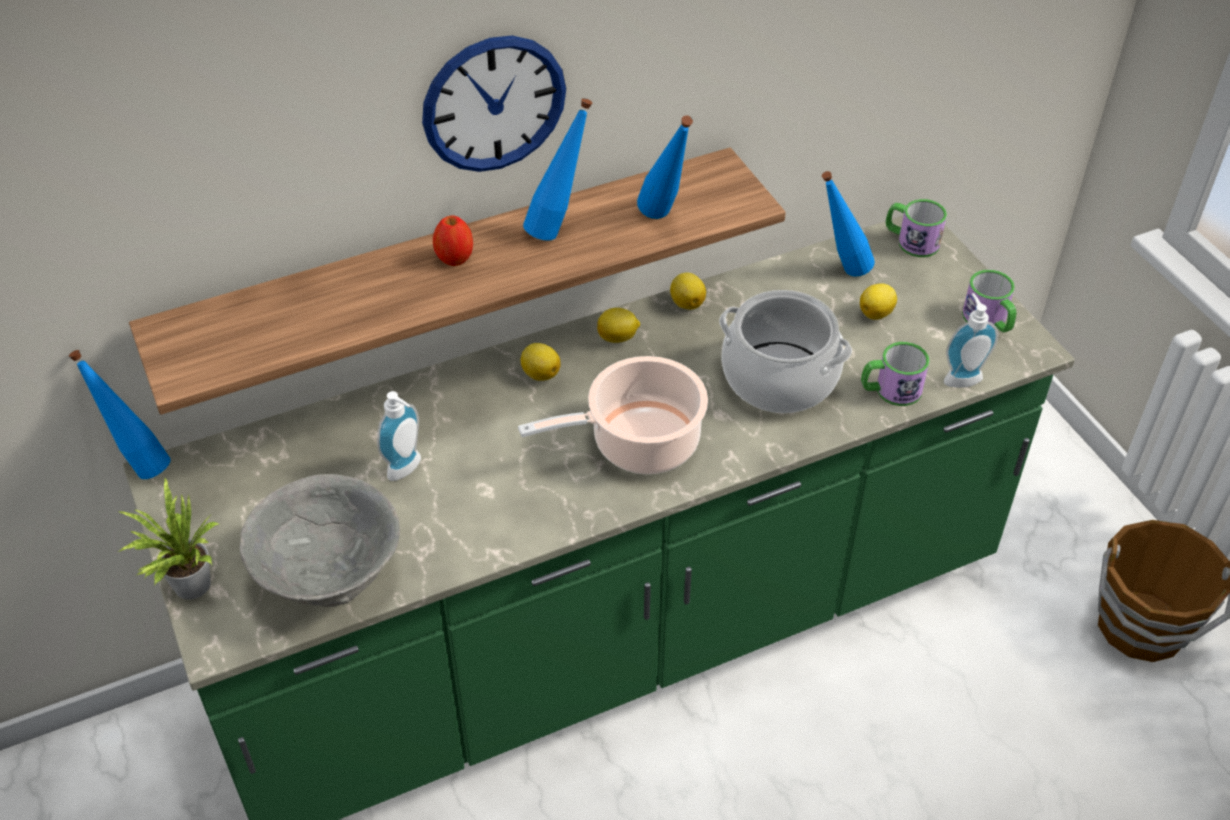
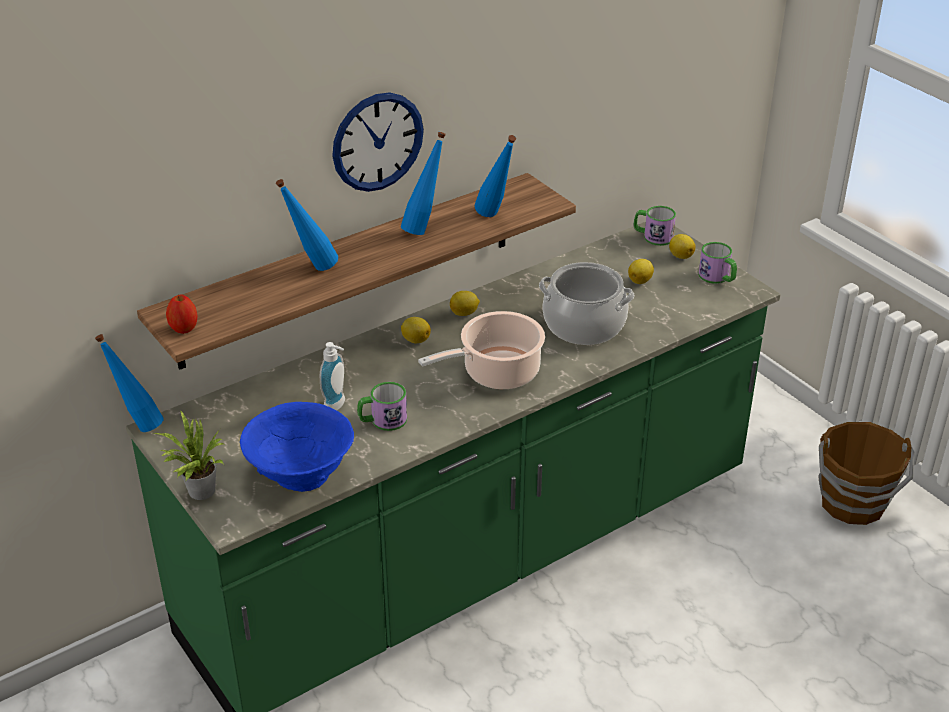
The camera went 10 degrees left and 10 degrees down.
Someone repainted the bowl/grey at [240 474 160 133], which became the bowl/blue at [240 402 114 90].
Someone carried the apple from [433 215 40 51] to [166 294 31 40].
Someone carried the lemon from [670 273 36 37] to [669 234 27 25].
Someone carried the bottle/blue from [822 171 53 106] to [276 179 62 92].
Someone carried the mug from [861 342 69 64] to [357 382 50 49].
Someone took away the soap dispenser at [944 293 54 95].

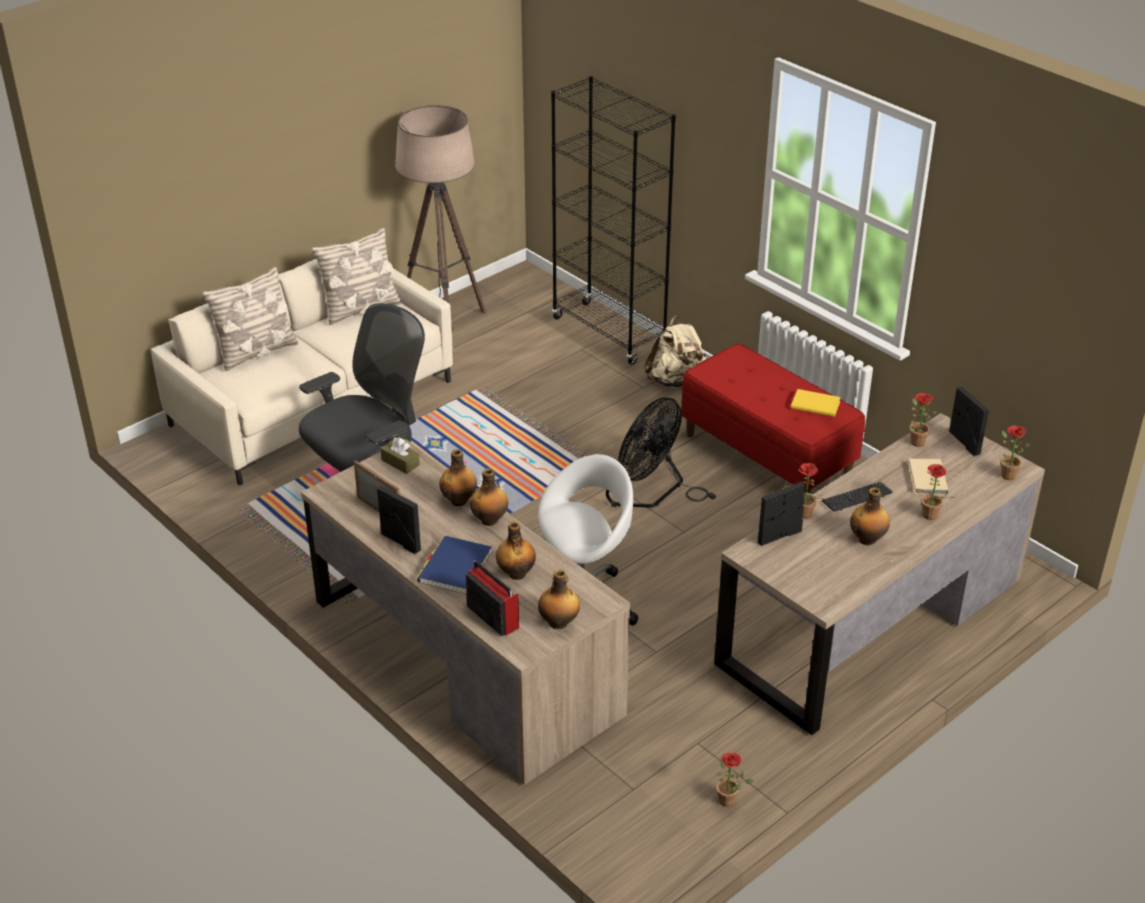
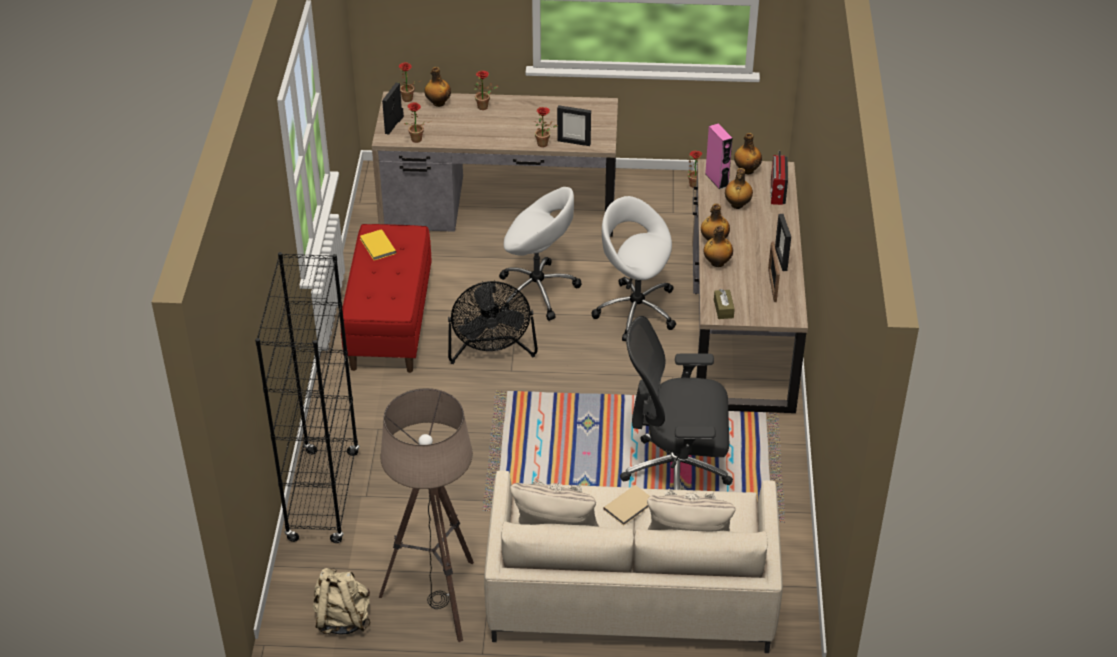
The camera went 135 degrees left and 5 degrees up.
Someone took away the book/blue at [417 536 75 59].
Someone carried the backpack/beige from [645 316 61 71] to [312 568 58 67].
Someone took away the keyboard at [822 482 71 30].
Someone carried the bottle from [850 487 40 58] to [424 67 27 40].
Someone carried the book/beige from [908 459 41 36] to [603 485 47 41].
Someone put down the office chair/white at [499 187 83 134].
Someone put down the speaker/pink at [705 123 27 66].

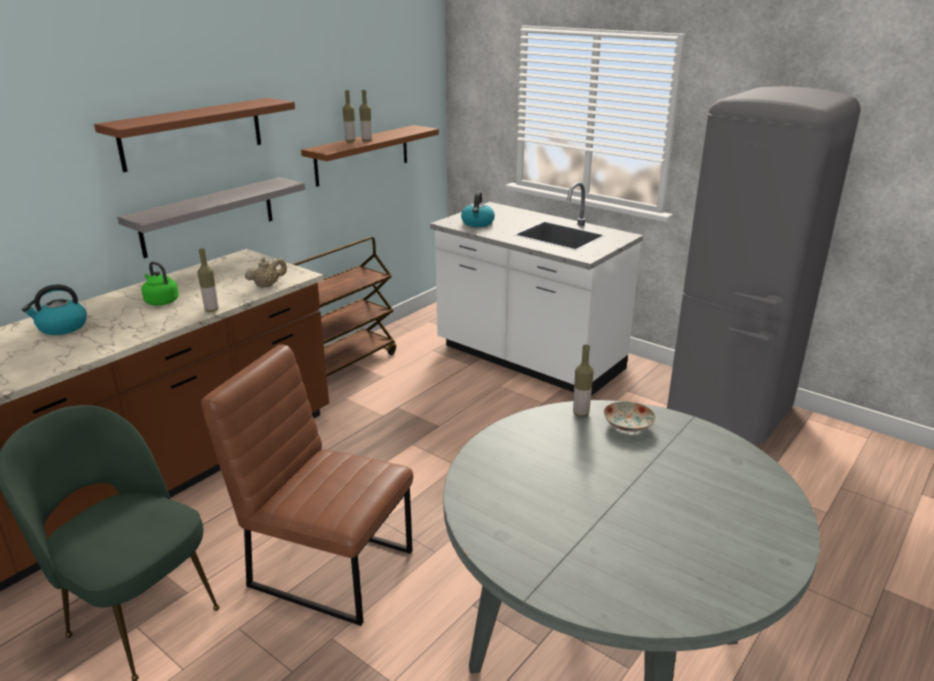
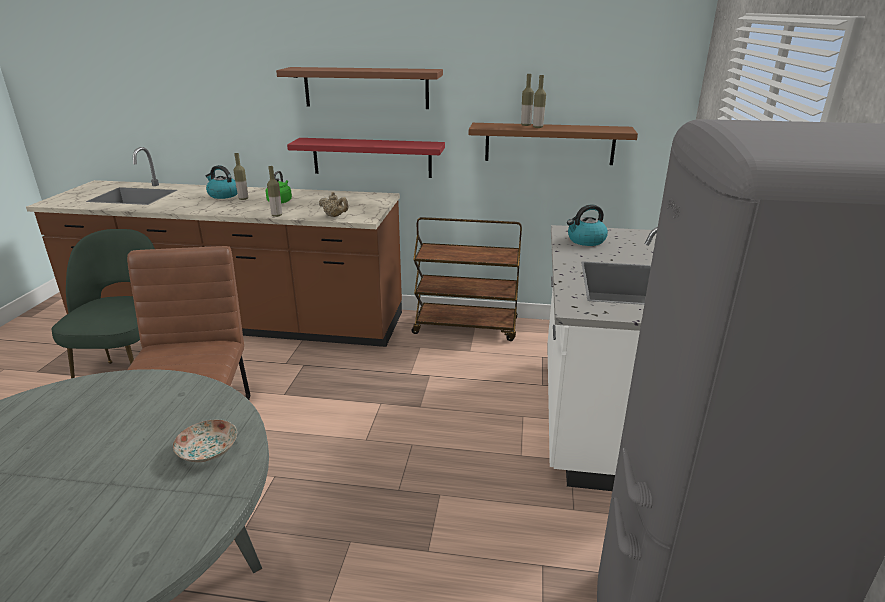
The camera went 60 degrees right and 0 degrees up.
Someone repainted the shelf/grey at [117 177 188 81], which became the shelf/red at [287 138 158 40].
Someone carried the bottle from [573 345 21 72] to [233 153 15 47].

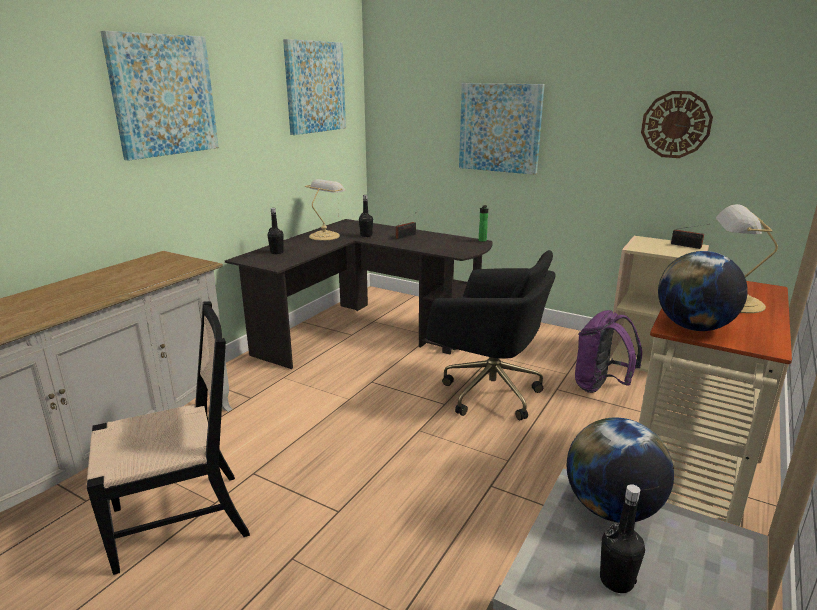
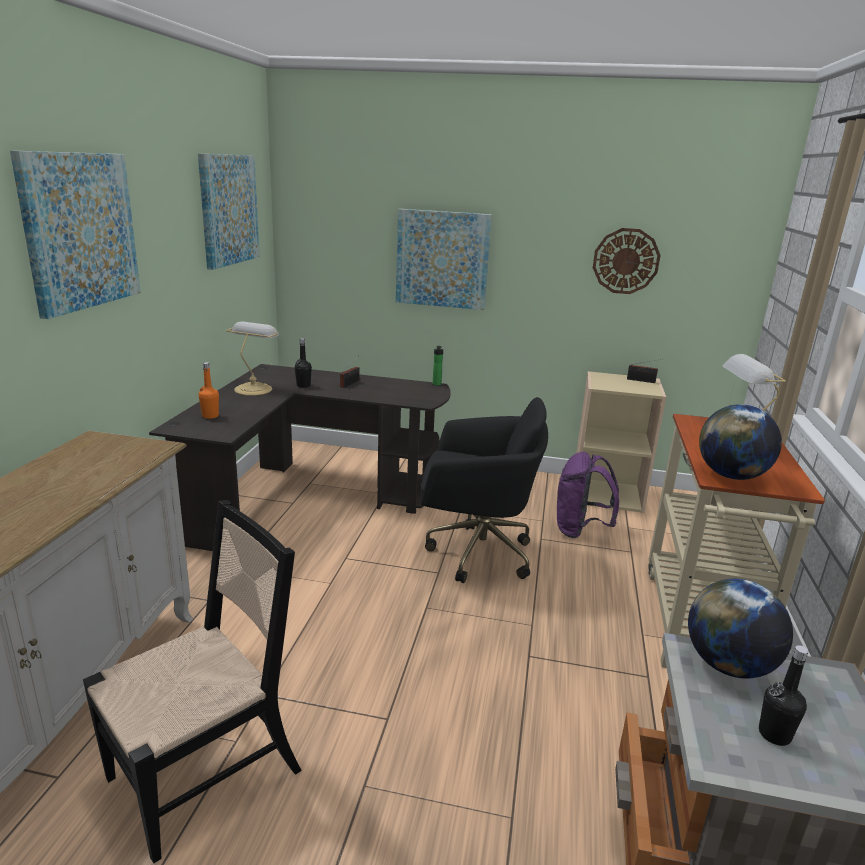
The camera went 20 degrees left and 0 degrees up.
Someone repainted the bottle/black at [267 208 17 46], which became the bottle/orange at [199 362 20 57].

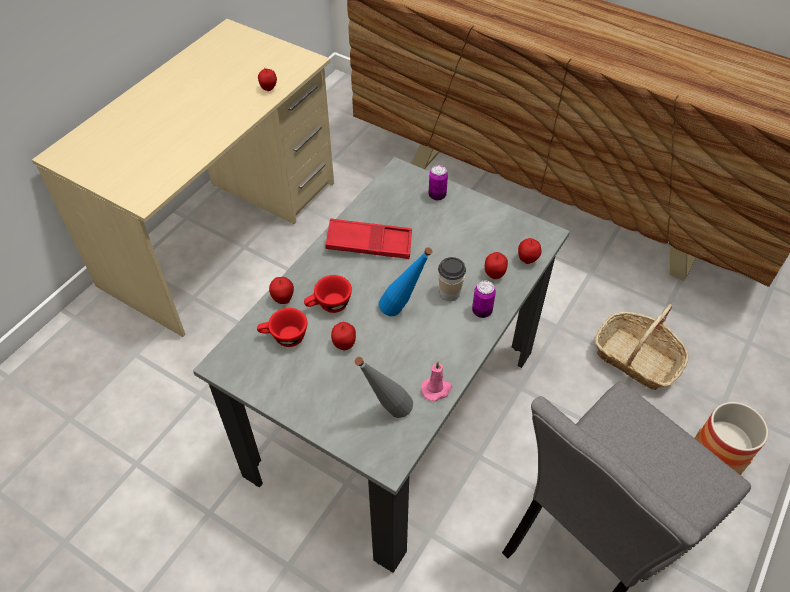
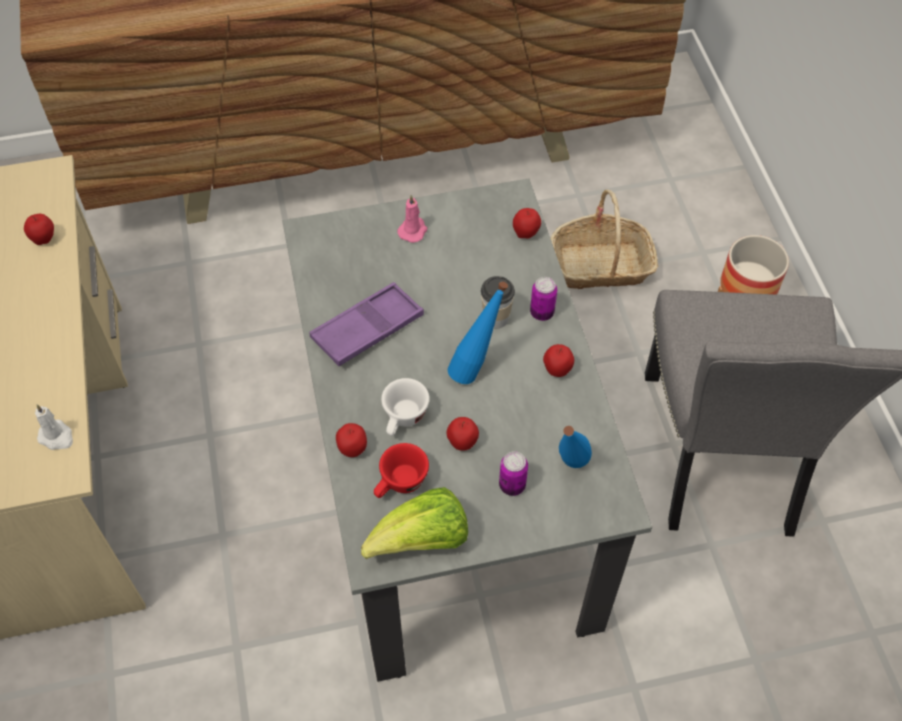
The camera went 45 degrees left and 5 degrees up.
Someone repainted the cup/red at [304 275 48 38], which became the cup/white at [381 378 48 58].
Someone repainted the tray/red at [325 218 87 41], which became the tray/purple at [309 282 115 84].
Someone repainted the bottle/grey at [355 357 58 61], which became the bottle/blue at [559 426 33 42].
Someone carried the candle/pink from [421 361 31 40] to [397 195 30 48].
Someone carried the can from [429 165 19 36] to [499 451 29 45].
Someone carried the apple from [485 252 23 27] to [543 344 31 33].
Someone put down the candle/white at [35 404 38 46].
Someone put down the lettuce at [361 487 107 72].

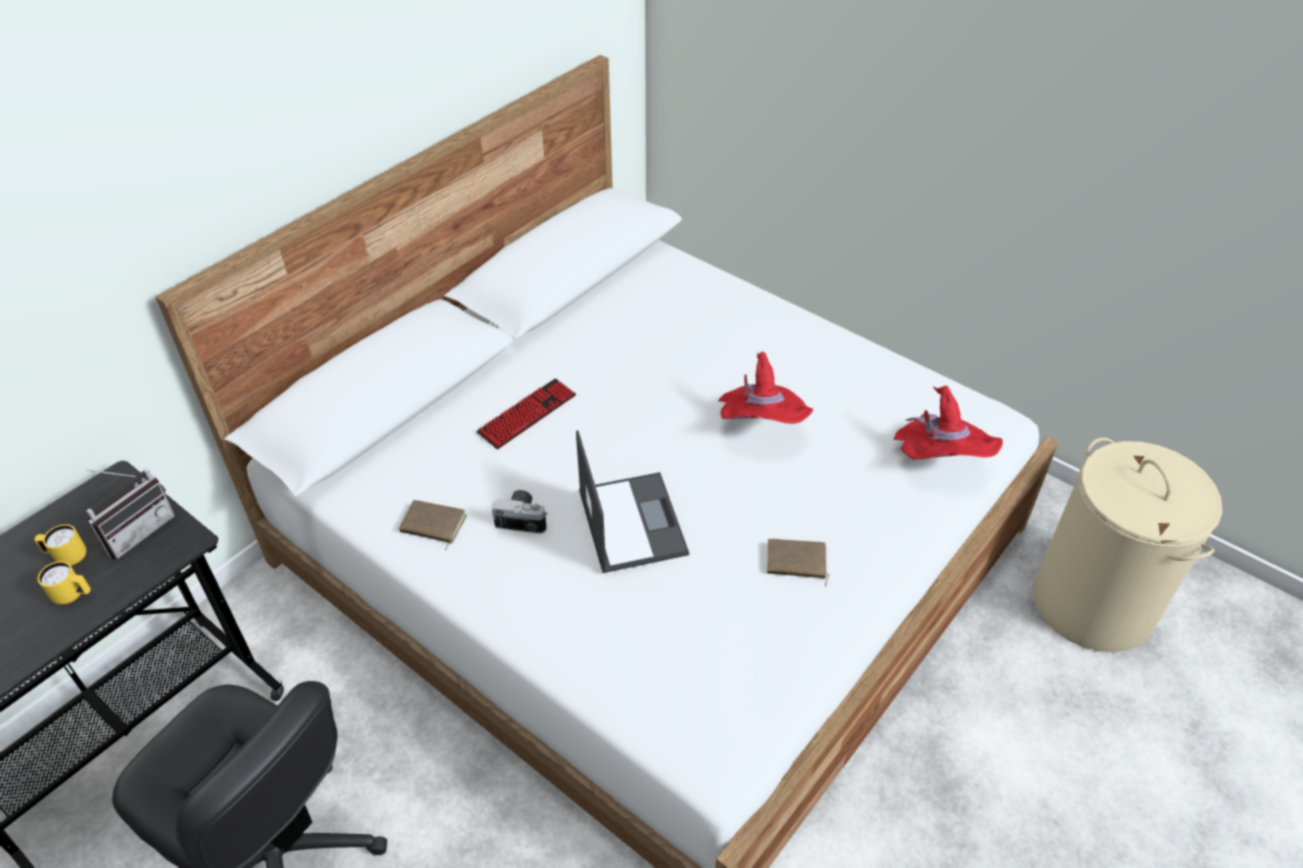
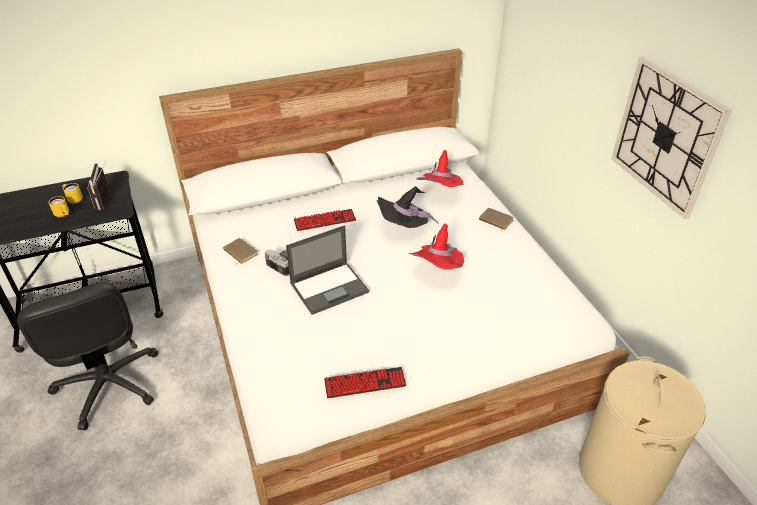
The camera went 30 degrees right and 5 degrees down.
Someone rotated the radio at [86 468 89 92] by 105 degrees clockwise.
Someone rotated the laptop at [576 430 113 143] by 45 degrees clockwise.
Someone carried the book/brown from [767 539 62 47] to [479 208 35 23].
Someone carried the hat/red from [894 386 109 74] to [416 150 47 37].
Someone put down the keyboard at [324 367 82 31].
Someone put down the hat/black at [376 186 63 42].
Someone put up the wall clock at [611 57 121 162].

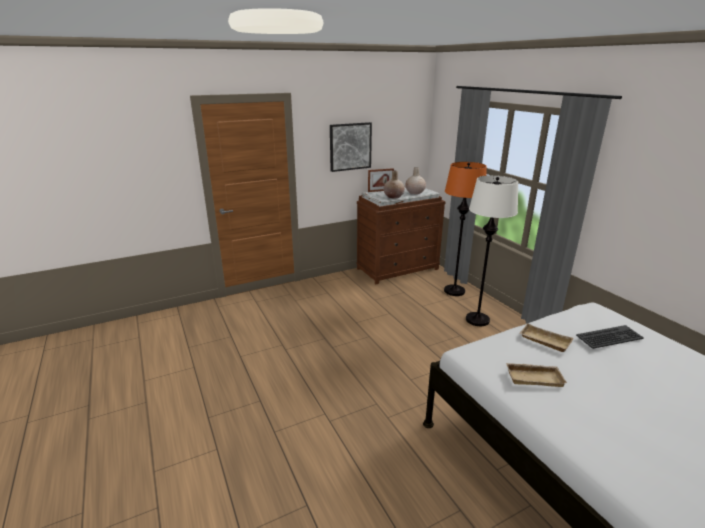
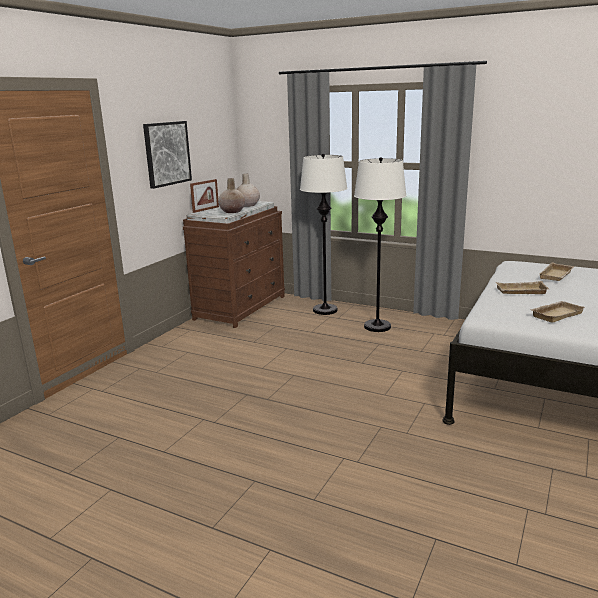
The camera went 35 degrees left and 5 degrees down.
Someone repainted the floor lamp/orange at [444 162 43 134], which became the floor lamp/white at [300 154 48 161].
Someone swapped the keyboard at [576 325 68 24] for the tray/beige at [539 262 35 19].

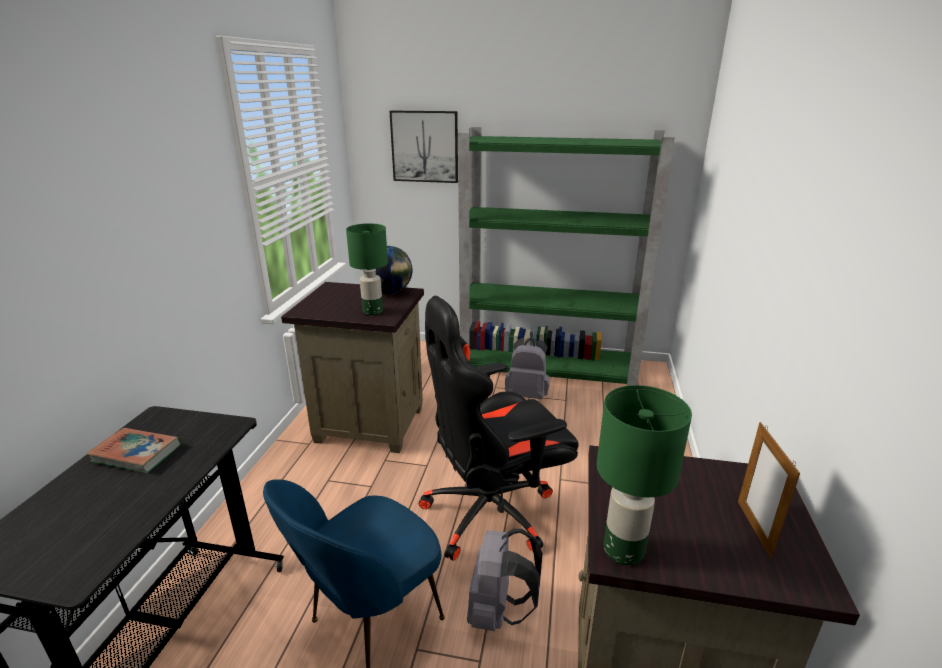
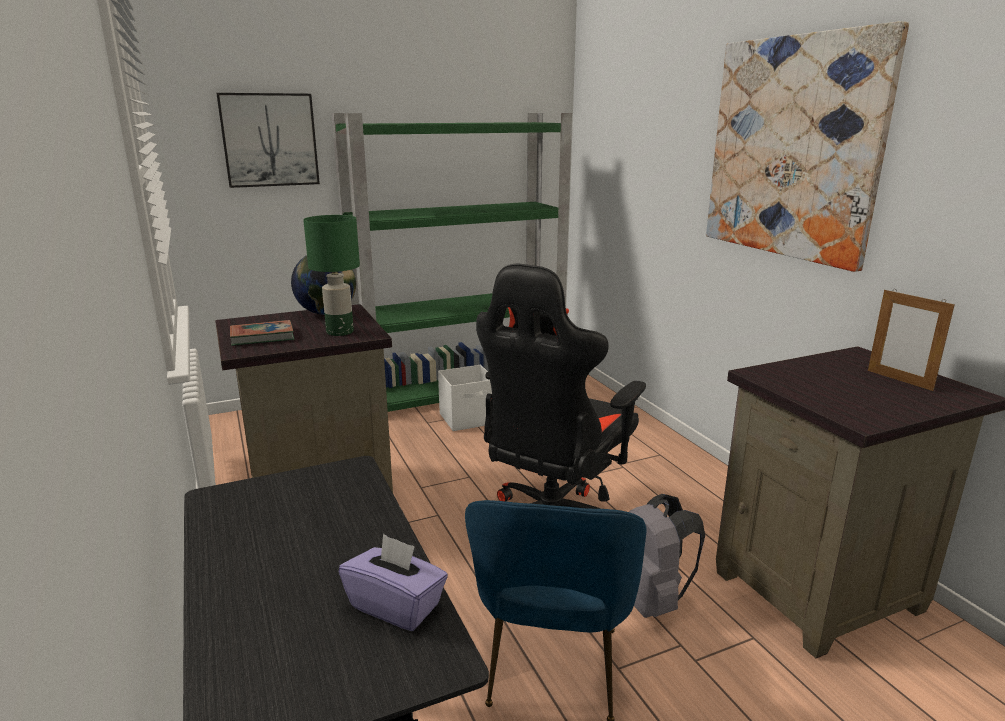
The camera went 35 degrees left and 5 degrees down.
Someone carried the book from [86 428 95 45] to [230 320 64 26].
Someone swapped the backpack/grey at [505 338 45 61] for the storage box/white at [438 365 54 66].
Someone took away the table lamp/green at [597 385 95 180].
Someone put down the tissue box/purple at [339 533 109 98].
Someone put up the picture at [706 21 203 251].

